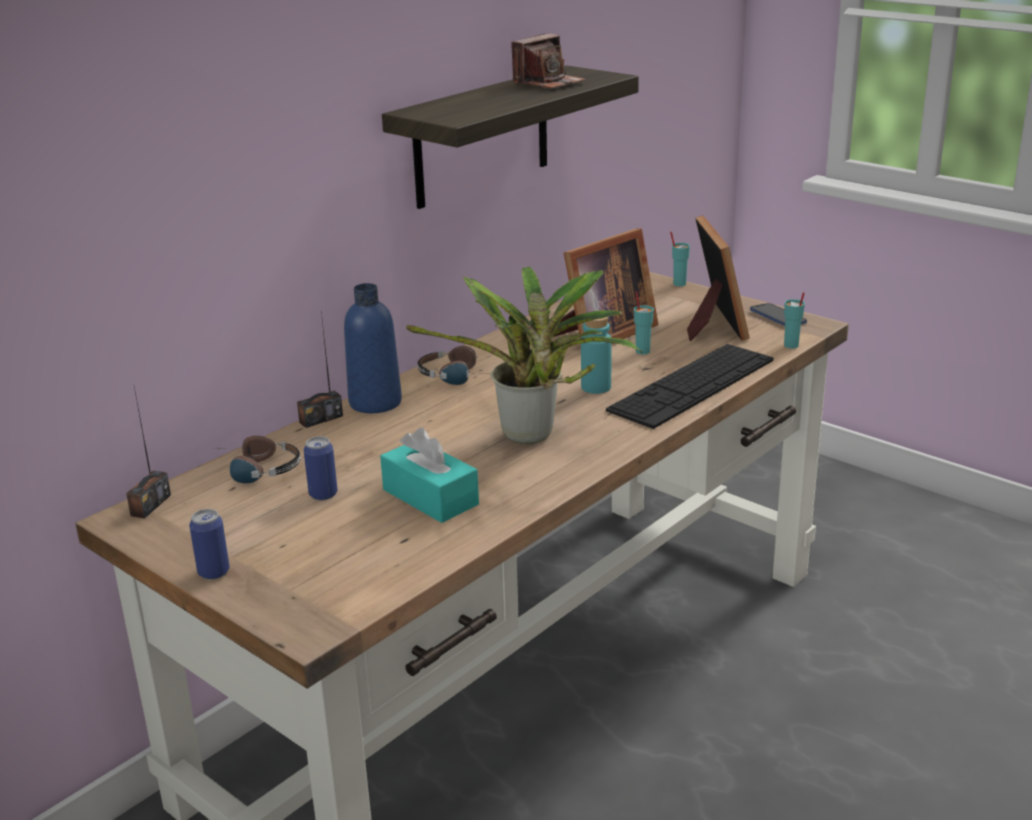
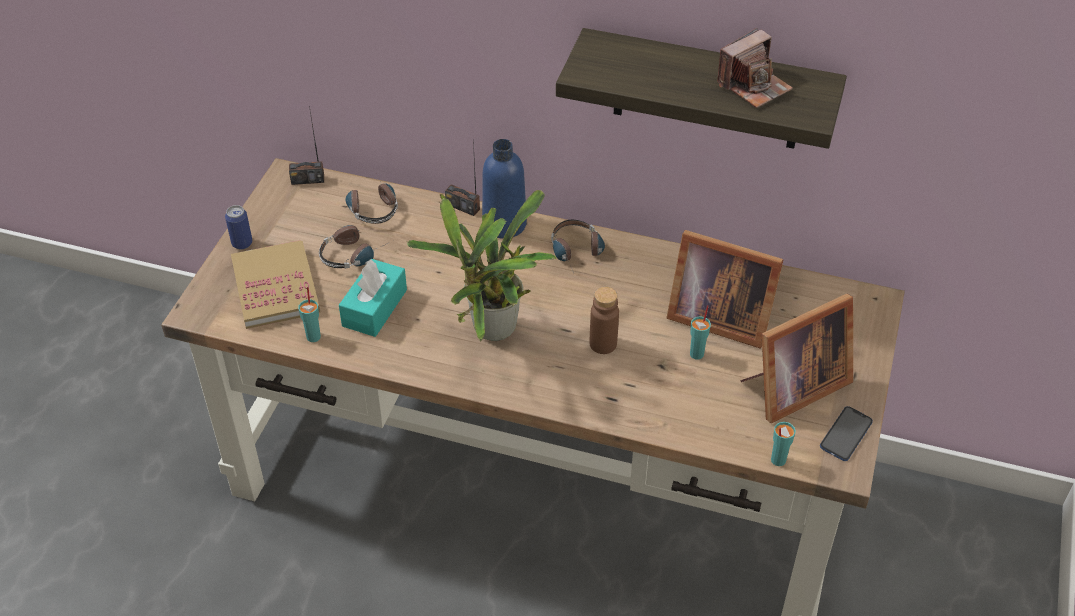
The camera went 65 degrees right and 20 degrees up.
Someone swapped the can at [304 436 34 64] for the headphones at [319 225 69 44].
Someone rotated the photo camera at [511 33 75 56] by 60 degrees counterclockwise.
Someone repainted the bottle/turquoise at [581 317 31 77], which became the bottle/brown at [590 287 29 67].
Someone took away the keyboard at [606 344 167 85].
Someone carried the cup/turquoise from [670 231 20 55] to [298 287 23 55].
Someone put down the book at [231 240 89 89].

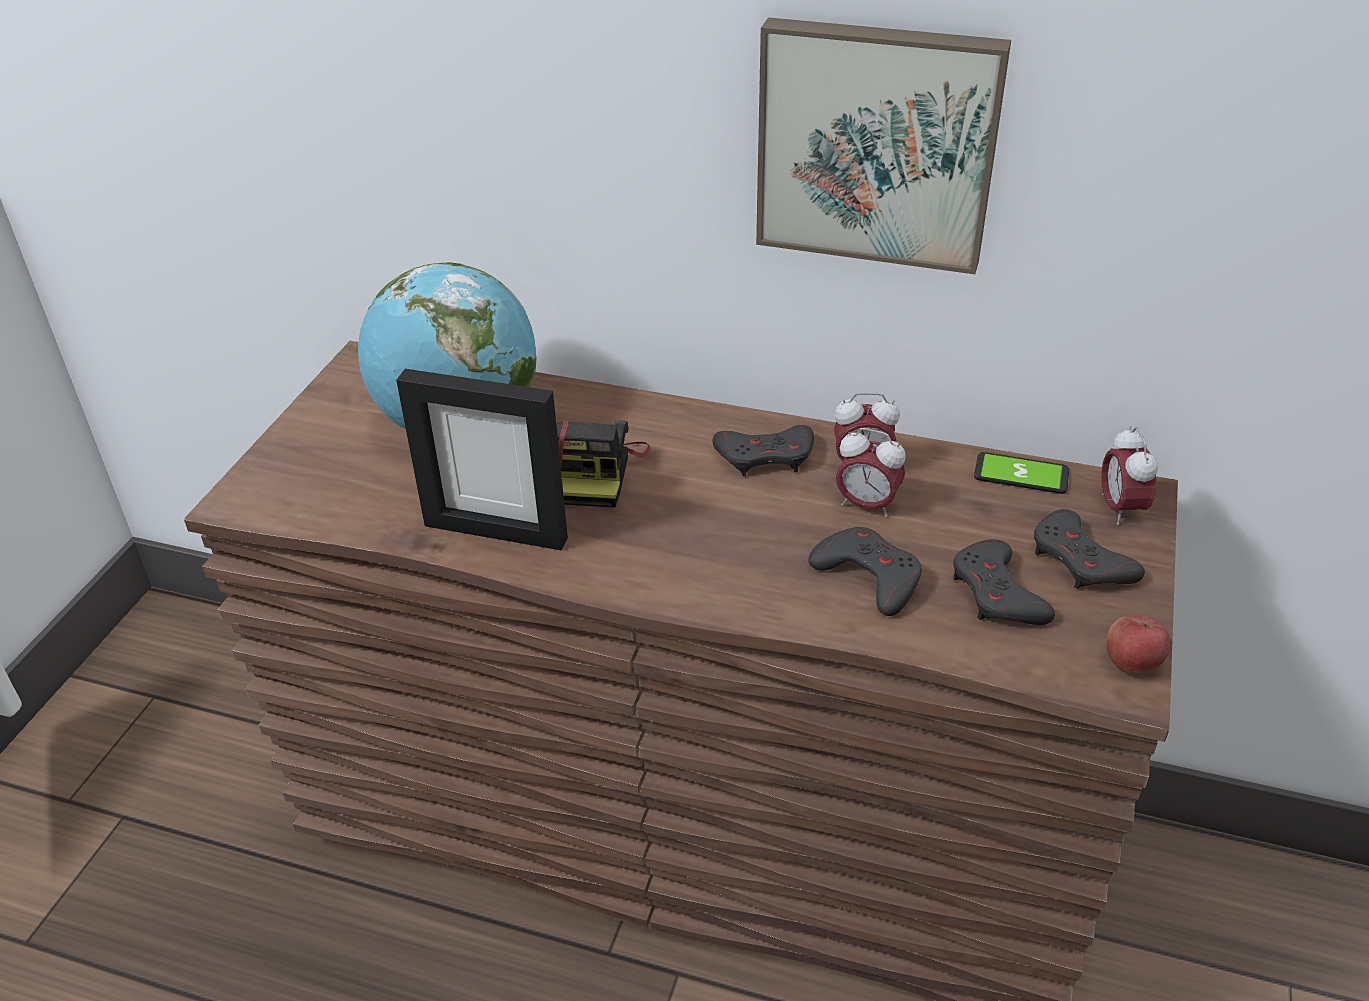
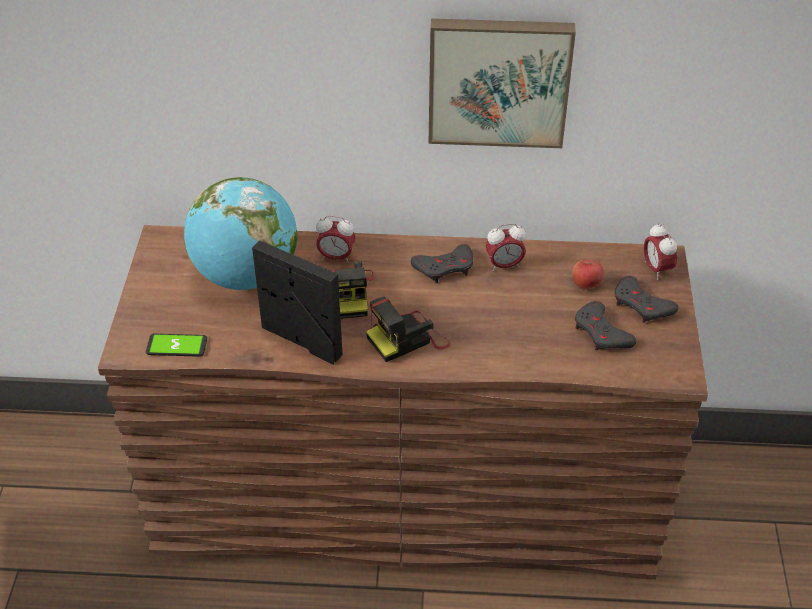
The camera went 15 degrees left and 5 degrees up.
Someone rotated the picture frame at [396 369 172 181] by 150 degrees counterclockwise.
Someone took away the game controller/grey at [808 527 114 89].
Someone carried the alarm clock from [836 428 70 89] to [316 215 39 48].
Someone carried the phone from [974 452 95 42] to [146 334 61 23].
Someone carried the apple from [1106 615 64 58] to [572 259 32 31].
Someone put down the photo camera at [366 297 84 65].

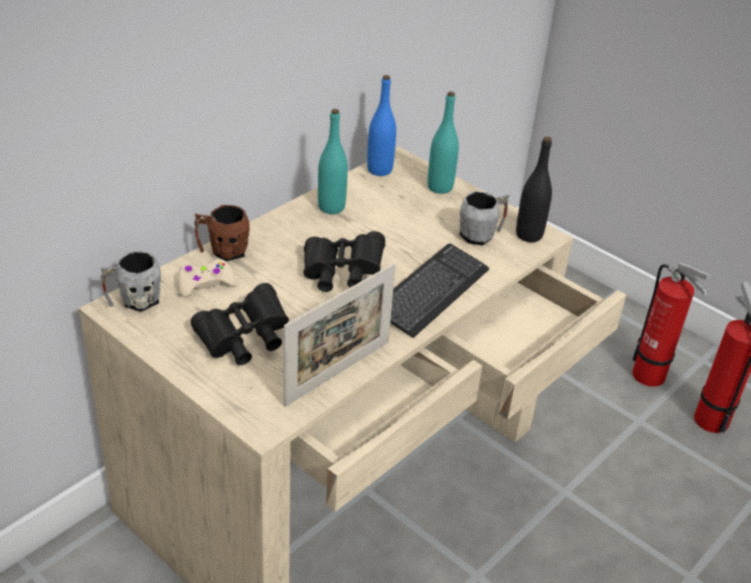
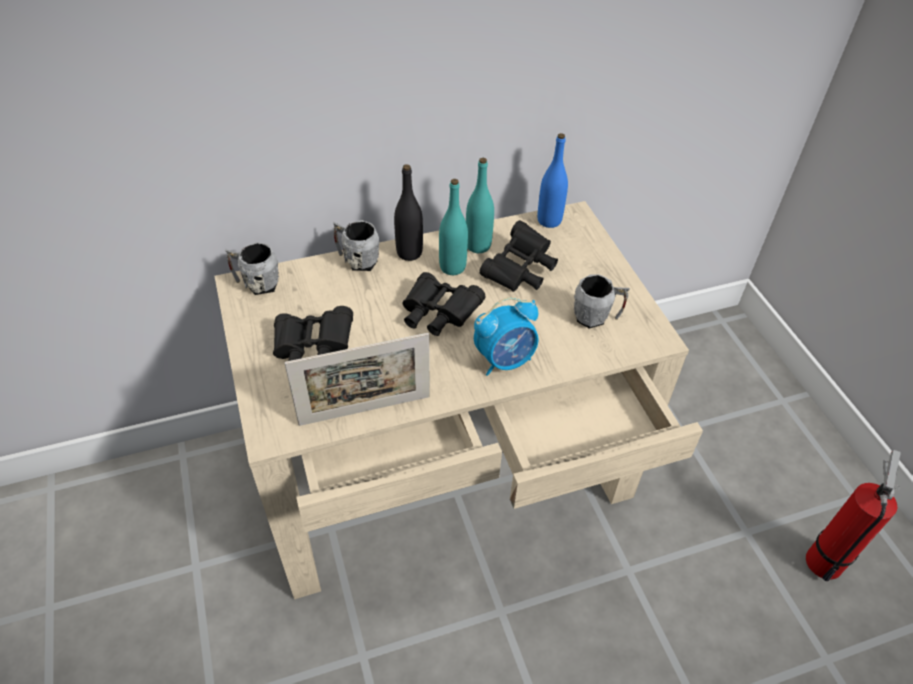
The camera went 30 degrees right and 10 degrees up.
Someone took away the game controller/beige at [179 259 58 39].
Someone repainted the mug/brown at [194 205 56 56], which became the mug/grey at [333 220 47 51].
Someone swapped the keyboard at [391 243 98 95] for the alarm clock at [474 297 65 79].
Someone carried the bottle/turquoise from [428 92 31 102] to [439 179 29 96].
Someone carried the bottle/black from [516 137 36 105] to [394 164 29 97].
Someone took away the fire extinguisher at [632 262 78 125].
Someone put down the binoculars/black at [479 220 79 72].

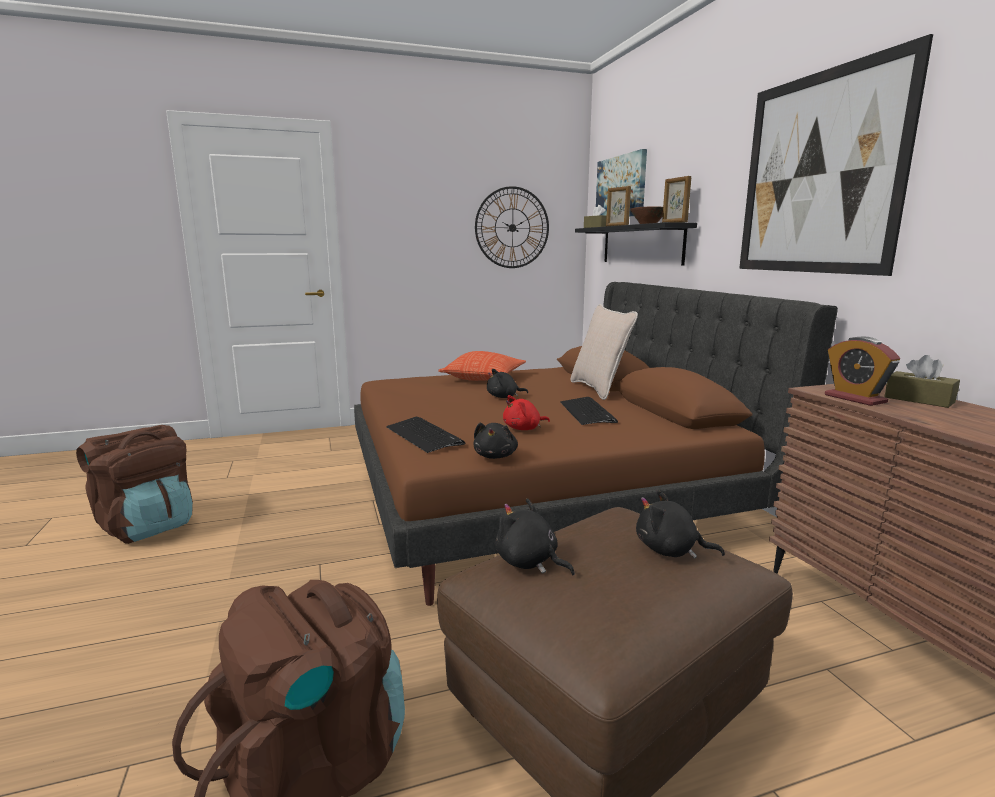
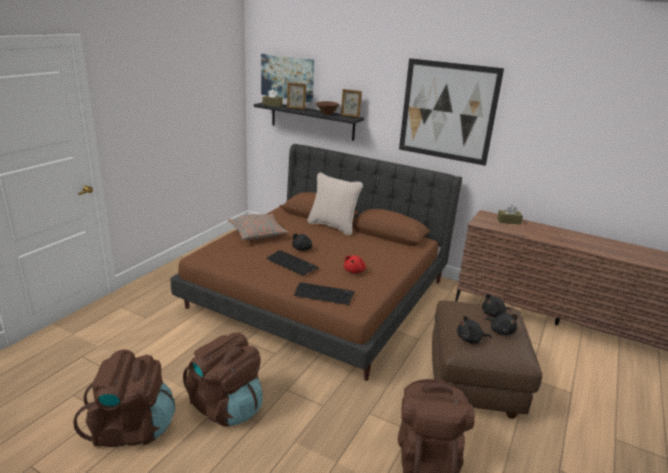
The camera went 45 degrees left and 10 degrees up.
Someone repainted the pillow/orange at [438 351 88 30], which became the pillow/grey at [228 214 60 26].
Someone carried the plush toy/black from [474 422 44 37] to [486 313 32 22].
Someone took away the wall clock at [475 186 74 82].
Someone carried the keyboard from [560 397 58 28] to [266 250 53 26].
Someone took away the alarm clock at [825 337 75 69].
Someone put down the backpack/brown at [183 332 80 94].

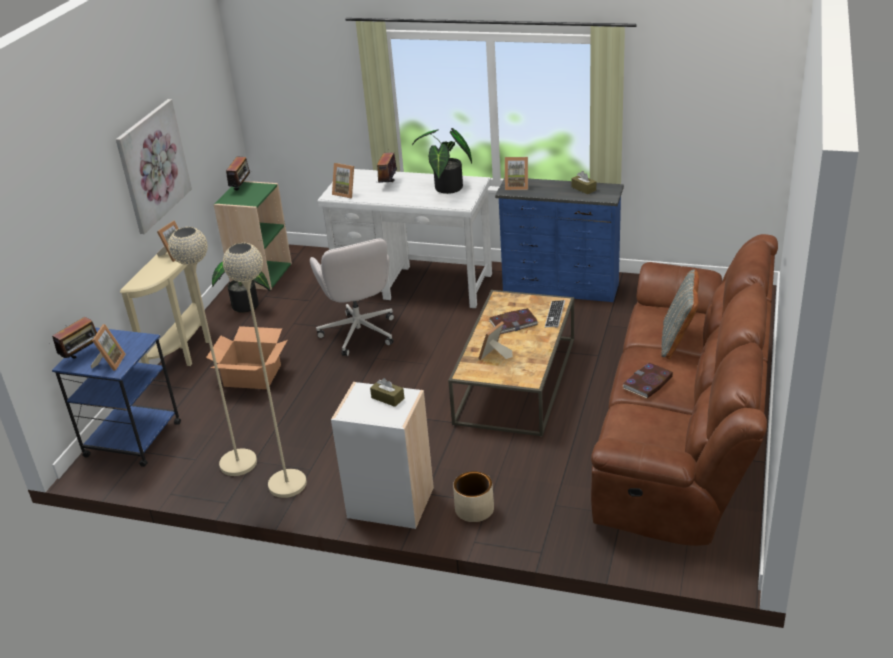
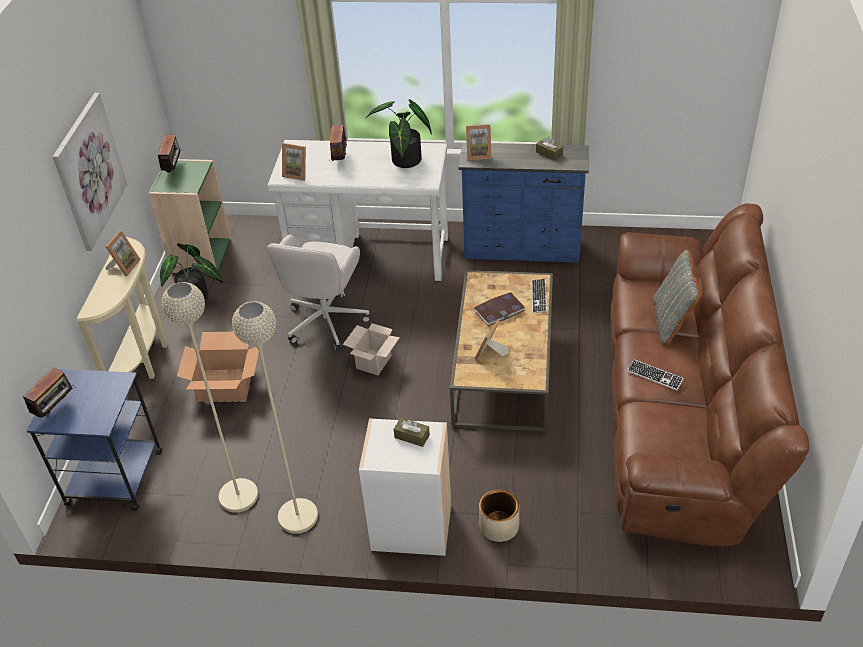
The camera went 10 degrees left and 10 degrees up.
Someone took away the picture frame at [91 324 35 47].
Someone rotated the office chair/white at [310 239 84 117] by 45 degrees clockwise.
Someone swapped the book at [623 363 50 36] for the keyboard at [627 359 57 31].
Someone put down the cardboard box at [343 323 57 52].

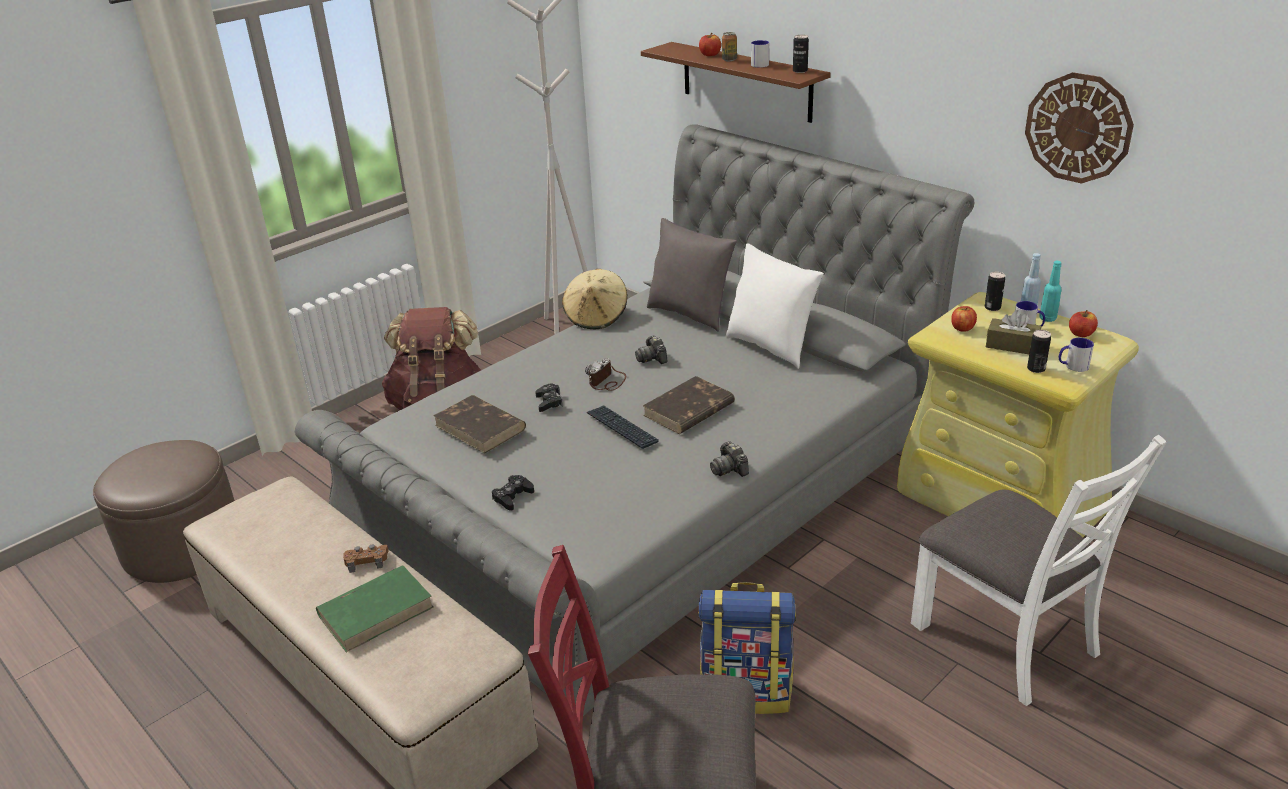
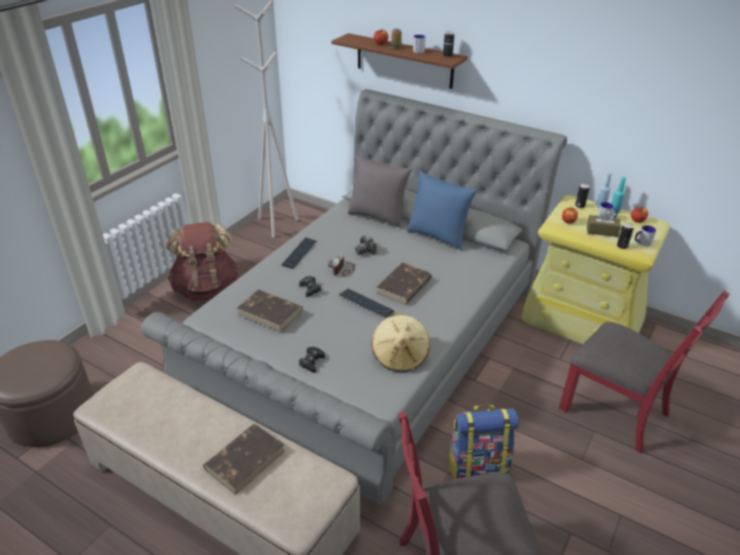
The camera went 15 degrees left and 5 degrees up.
Someone repainted the book/green at [316 565 118 87], which became the book/brown at [203 424 82 71].
Someone took away the game controller/brown at [343 544 46 29].
Someone carried the hat/beige from [562 269 65 60] to [371 313 59 59].
Someone took away the photo camera at [710 441 39 36].
Someone repainted the pillow/white at [726 243 98 126], which became the pillow/blue at [407 171 70 80].
Someone repainted the chair/white at [911 435 256 271], which became the chair/red at [559 290 171 163].
Someone took away the wall clock at [1025 72 109 112].
Someone put down the keyboard at [281 237 35 32].

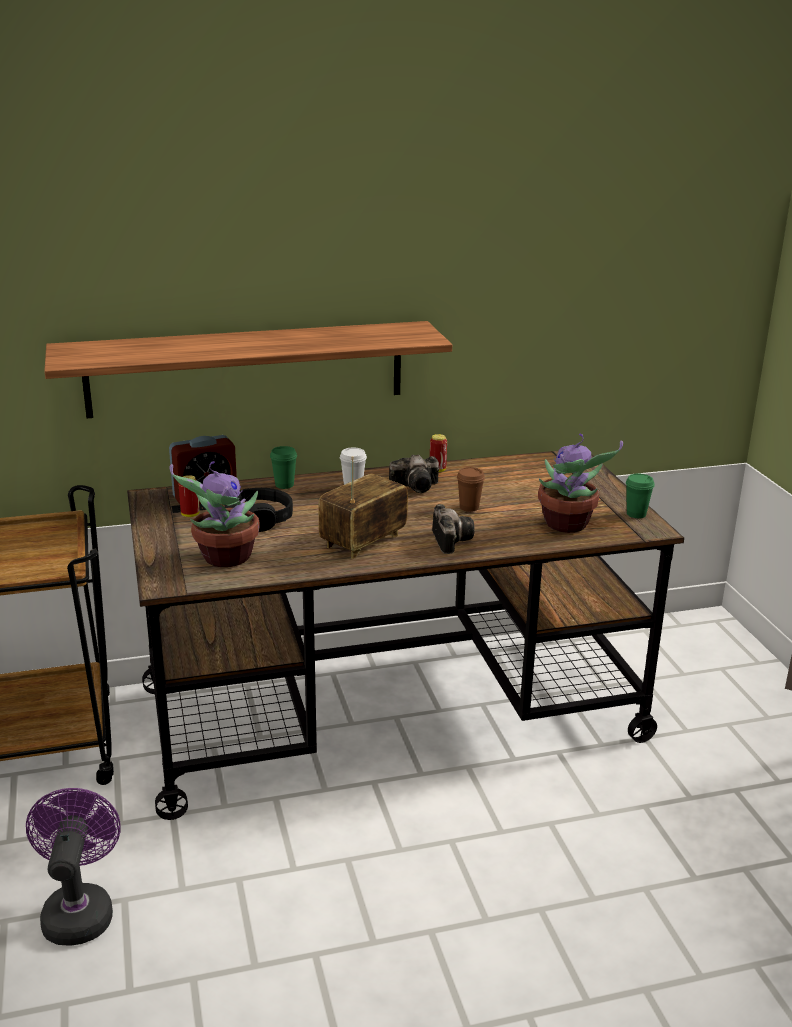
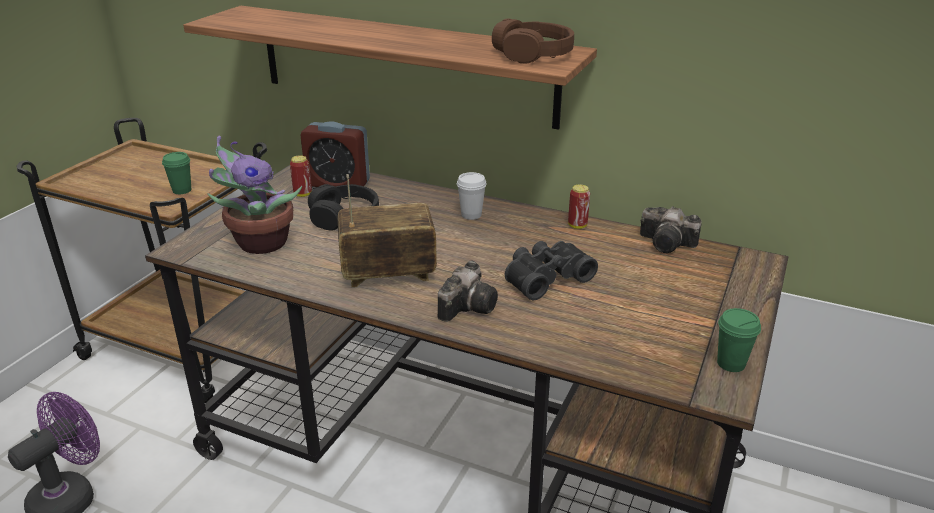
The camera went 40 degrees right and 5 degrees up.
Someone carried the cup/green from [270 446 27 43] to [162 152 29 42].
Someone carried the photo camera from [389 454 50 39] to [640 206 62 47].
Someone swapped the cup/brown at [457 467 28 45] for the binoculars/black at [505 241 93 59].
Someone took away the potted plant at [538 434 85 99].
Someone put down the headphones/brown at [492 19 82 44].

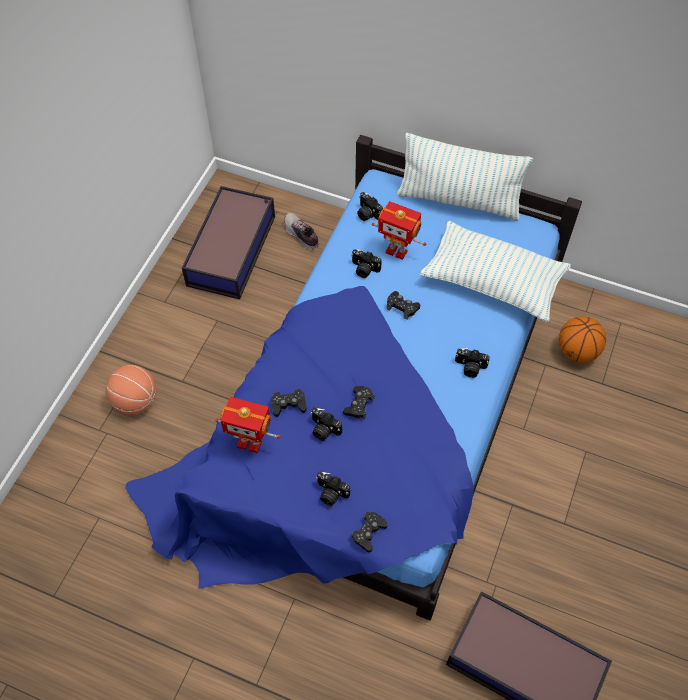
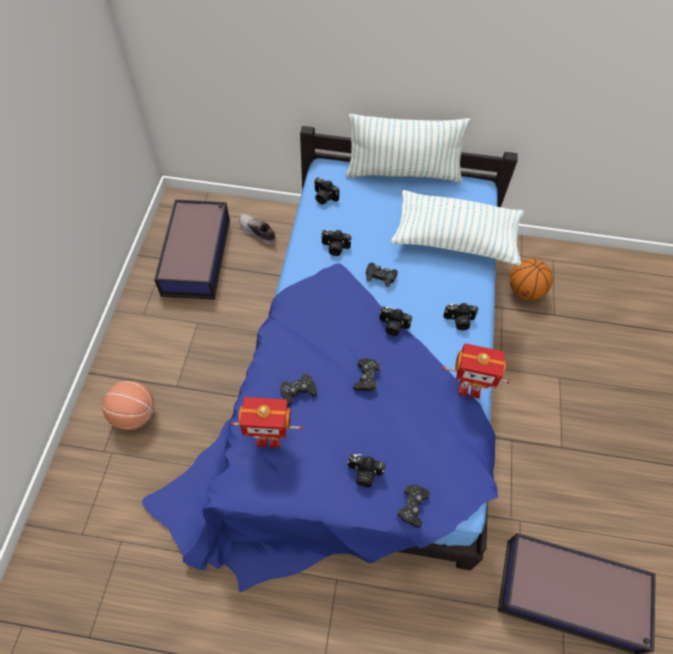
The camera went 15 degrees left and 0 degrees up.
Someone carried the photo camera from [311 407 31 34] to [379 306 33 30].
Someone carried the toy robot from [372 201 54 59] to [442 343 68 56].

